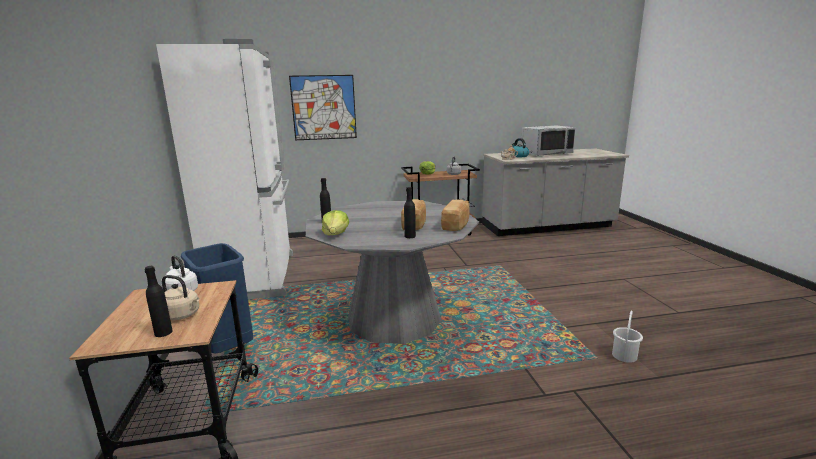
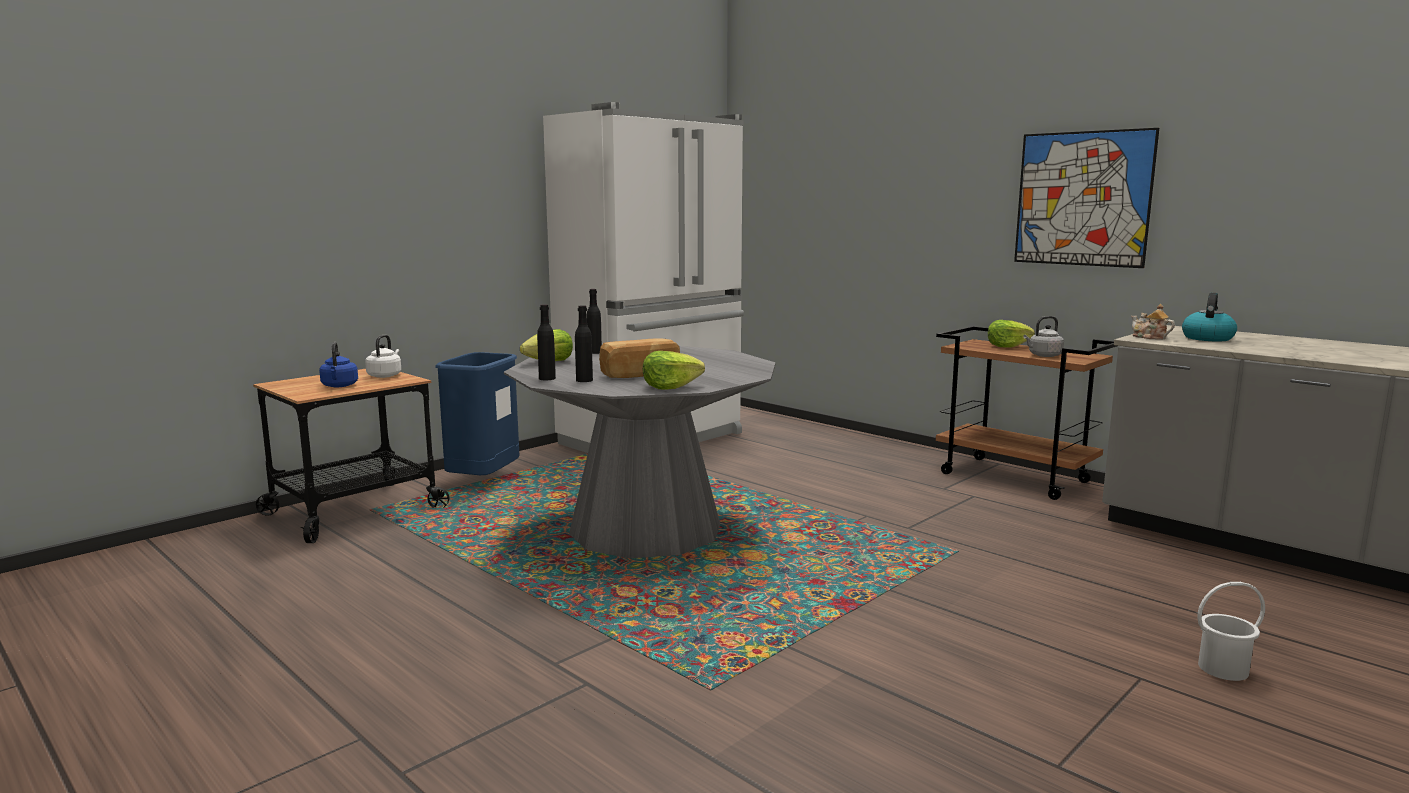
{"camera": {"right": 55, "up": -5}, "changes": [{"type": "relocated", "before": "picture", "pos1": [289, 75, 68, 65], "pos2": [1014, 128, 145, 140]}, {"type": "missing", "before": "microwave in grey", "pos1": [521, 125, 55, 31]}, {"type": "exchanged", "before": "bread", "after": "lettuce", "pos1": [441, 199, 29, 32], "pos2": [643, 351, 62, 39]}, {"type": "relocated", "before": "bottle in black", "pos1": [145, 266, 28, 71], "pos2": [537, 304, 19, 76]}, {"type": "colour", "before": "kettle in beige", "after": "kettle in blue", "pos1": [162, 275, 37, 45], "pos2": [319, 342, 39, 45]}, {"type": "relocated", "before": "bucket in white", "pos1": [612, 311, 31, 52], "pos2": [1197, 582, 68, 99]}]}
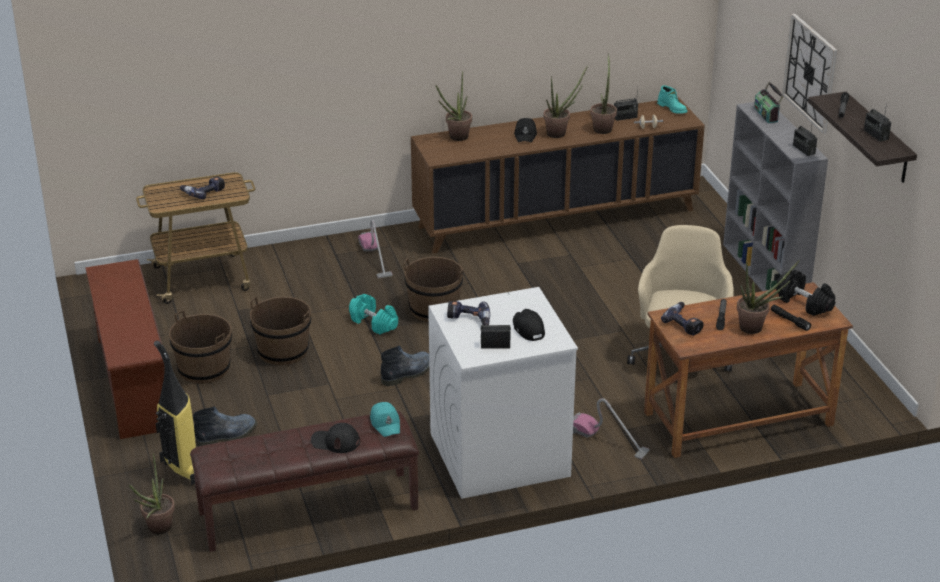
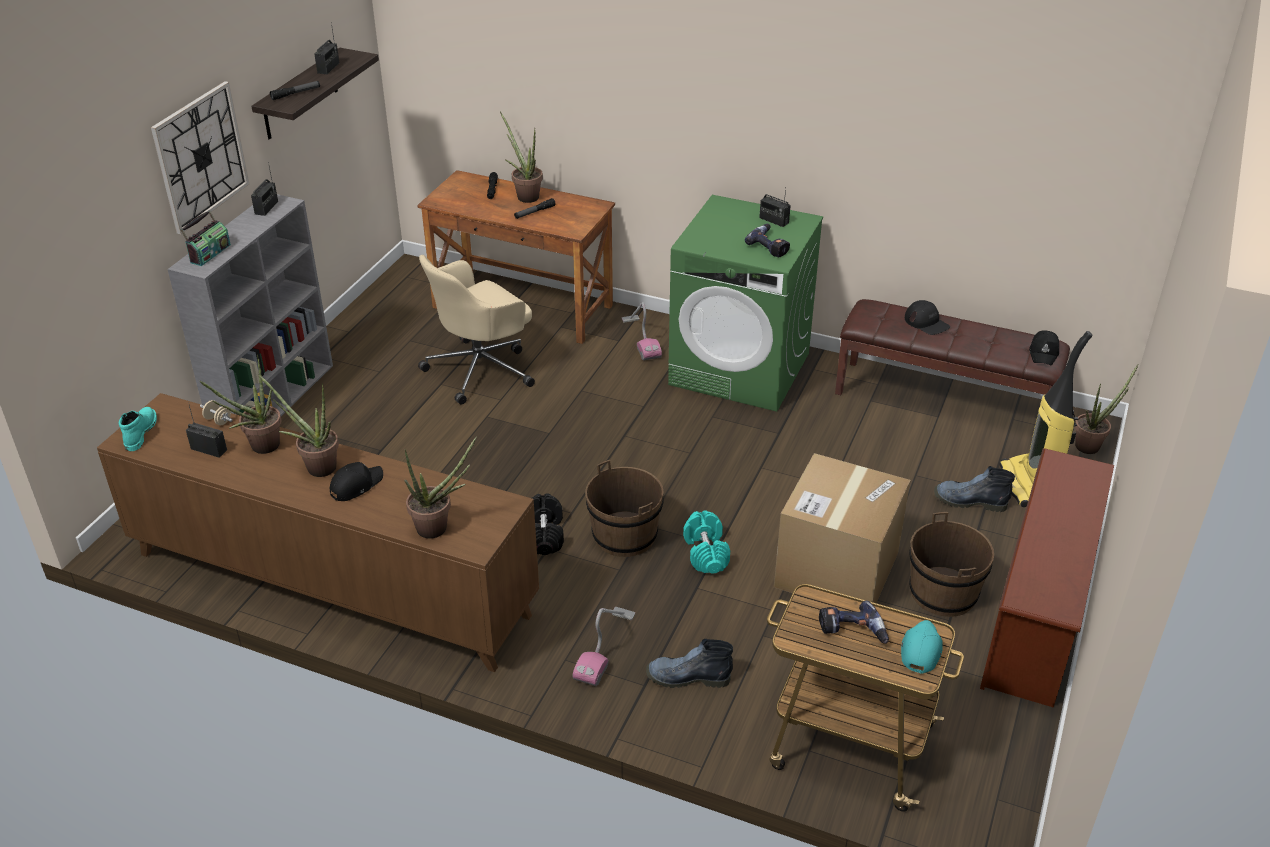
{"camera": {"right": -140, "up": 5}, "changes": [{"type": "relocated", "before": "dumbbell in black", "pos1": [776, 270, 59, 46], "pos2": [532, 493, 32, 62]}, {"type": "colour", "before": "washing machine in white", "after": "washing machine in green", "pos1": [428, 287, 150, 212], "pos2": [668, 195, 155, 217]}, {"type": "exchanged", "before": "bucket in brown", "after": "cardboard box", "pos1": [250, 296, 61, 69], "pos2": [774, 453, 136, 150]}, {"type": "missing", "before": "power drill", "pos1": [661, 302, 43, 34]}, {"type": "relocated", "before": "cap in black", "pos1": [513, 309, 32, 32], "pos2": [1029, 331, 30, 34]}, {"type": "relocated", "before": "boot", "pos1": [381, 346, 48, 40], "pos2": [646, 639, 87, 49]}, {"type": "relocated", "before": "cap in turquoise", "pos1": [370, 402, 30, 35], "pos2": [901, 620, 42, 54]}]}
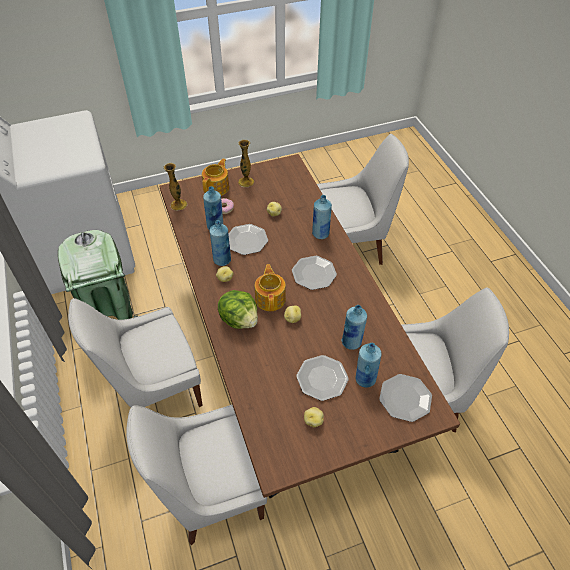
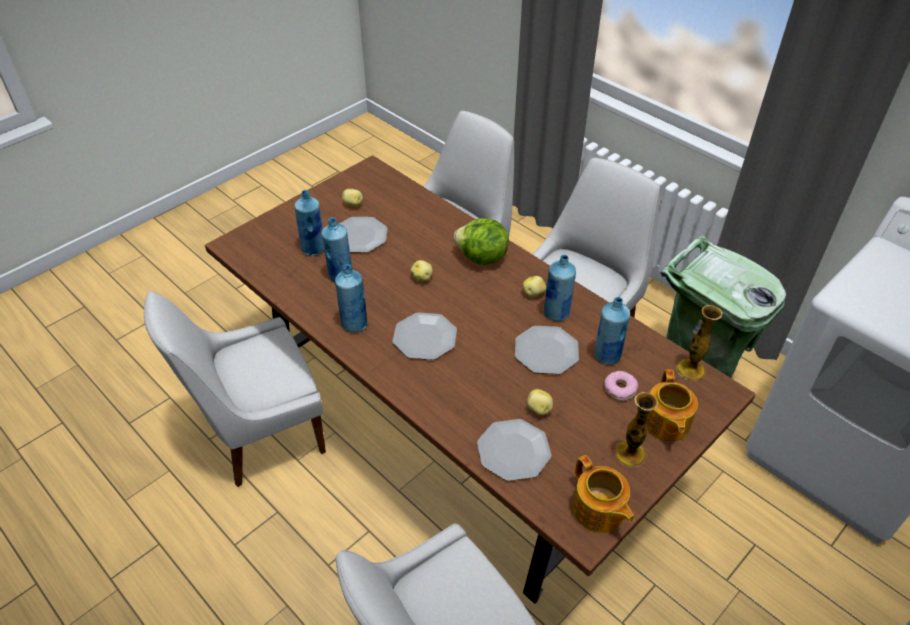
{"camera": {"right": 155, "up": -5}, "changes": [{"type": "relocated", "before": "bottle in blue", "pos1": [312, 195, 20, 44], "pos2": [335, 264, 33, 69]}, {"type": "relocated", "before": "teapot", "pos1": [255, 264, 31, 47], "pos2": [573, 455, 61, 78]}, {"type": "relocated", "before": "plate", "pos1": [379, 374, 53, 48], "pos2": [477, 419, 74, 62]}]}
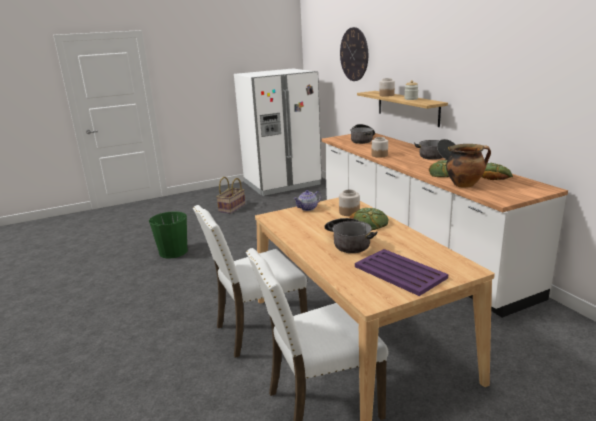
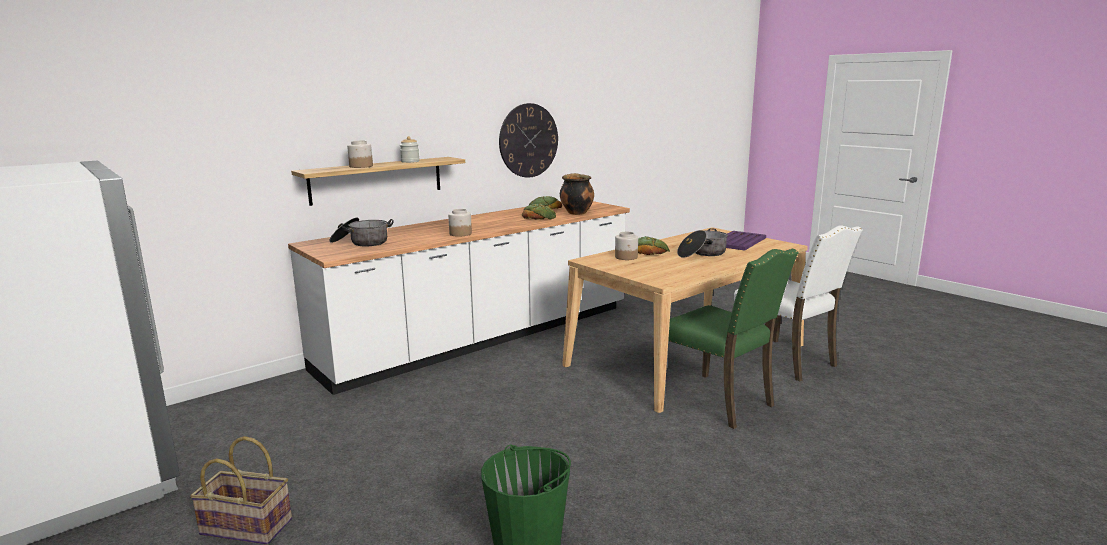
{"camera": {"right": -105, "up": -5}, "changes": [{"type": "relocated", "before": "wall clock", "pos1": [340, 27, 28, 54], "pos2": [499, 103, 59, 74]}, {"type": "missing", "before": "cooking pot", "pos1": [414, 139, 42, 21]}, {"type": "missing", "before": "teapot", "pos1": [293, 190, 28, 21]}, {"type": "colour", "before": "chair in white", "after": "chair in green", "pos1": [193, 205, 114, 153], "pos2": [668, 249, 131, 180]}]}
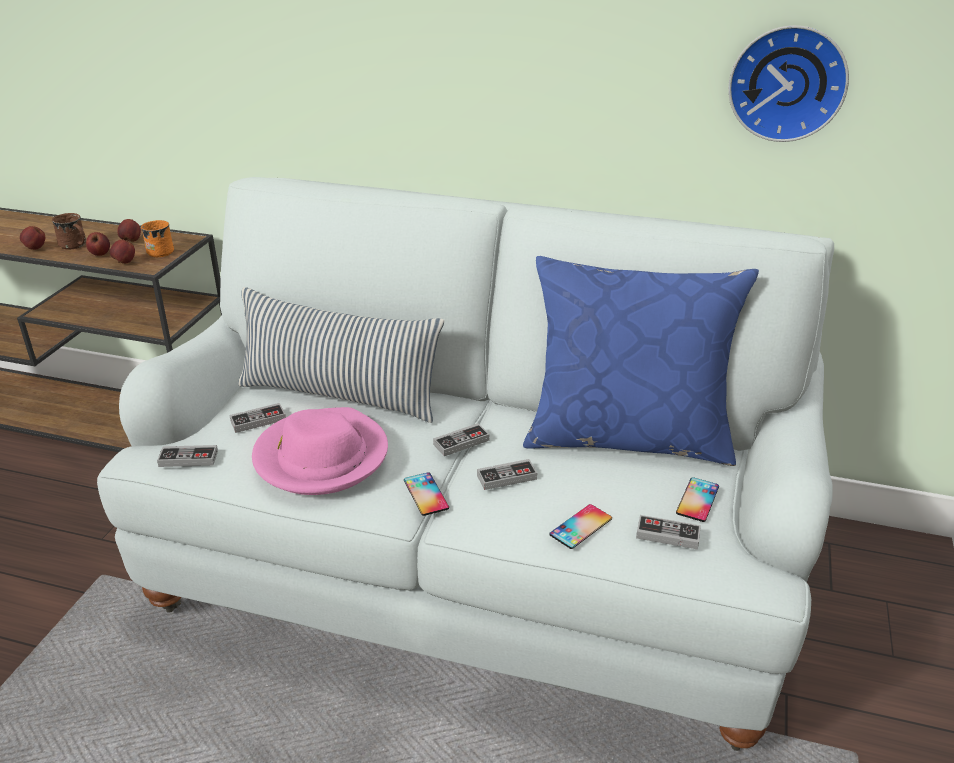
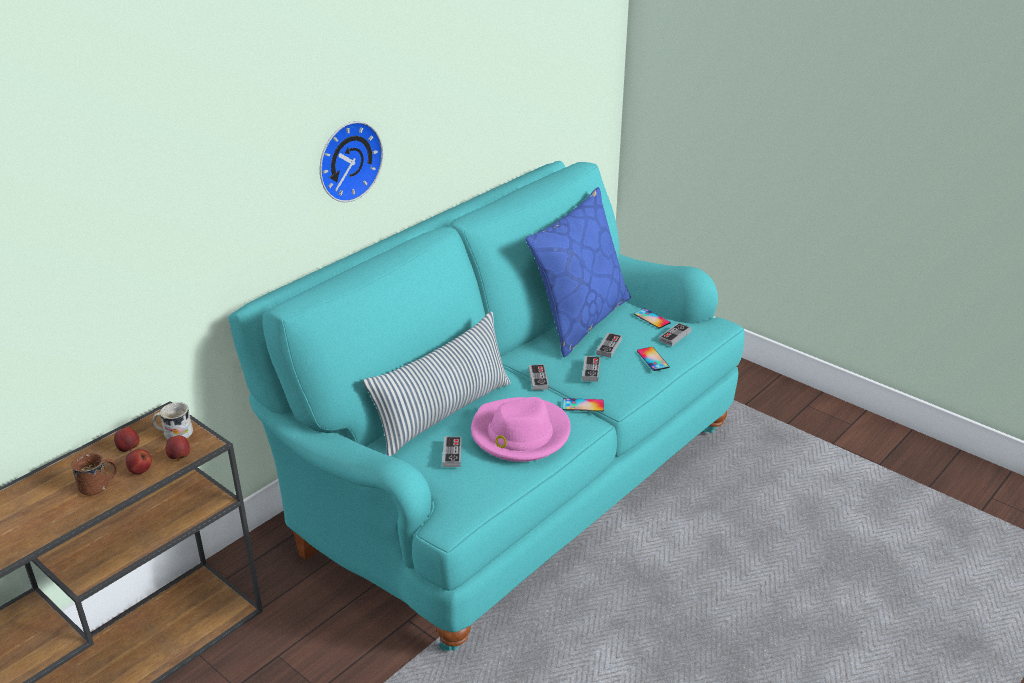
{"camera": {"right": -65, "up": 0}, "changes": [{"type": "relocated", "before": "wall clock", "pos1": [728, 25, 121, 117], "pos2": [320, 121, 63, 81]}, {"type": "colour", "before": "sofa in white", "after": "sofa in turquoise", "pos1": [97, 177, 737, 574], "pos2": [228, 161, 517, 490]}, {"type": "colour", "before": "mug in orange", "after": "mug in white", "pos1": [141, 220, 33, 37], "pos2": [153, 402, 40, 37]}, {"type": "missing", "before": "apple", "pos1": [20, 226, 25, 24]}, {"type": "relocated", "before": "game controller", "pos1": [157, 445, 61, 22], "pos2": [596, 333, 26, 25]}]}
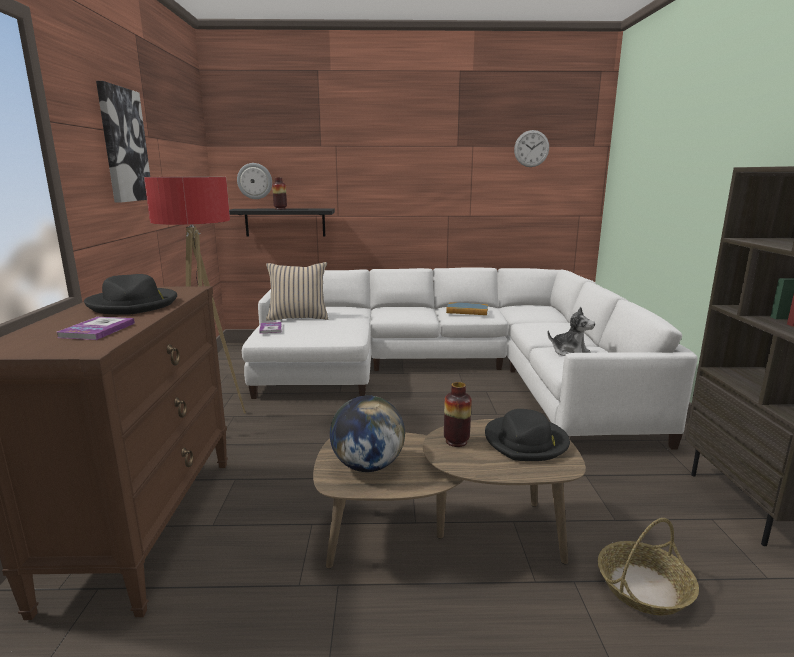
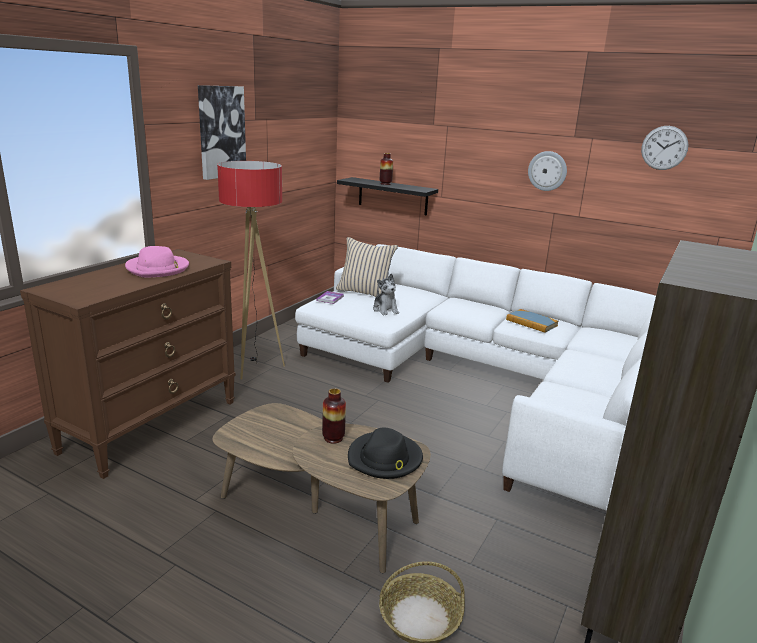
{"camera": {"right": 30, "up": 5}, "changes": [{"type": "relocated", "before": "wall clock", "pos1": [237, 163, 35, 36], "pos2": [528, 151, 39, 40]}, {"type": "colour", "before": "hat in black", "after": "hat in pink", "pos1": [84, 274, 93, 40], "pos2": [125, 246, 64, 32]}, {"type": "relocated", "before": "plush toy", "pos1": [548, 307, 47, 49], "pos2": [373, 274, 26, 41]}, {"type": "missing", "before": "book", "pos1": [57, 317, 78, 23]}, {"type": "missing", "before": "globe", "pos1": [330, 395, 75, 77]}]}
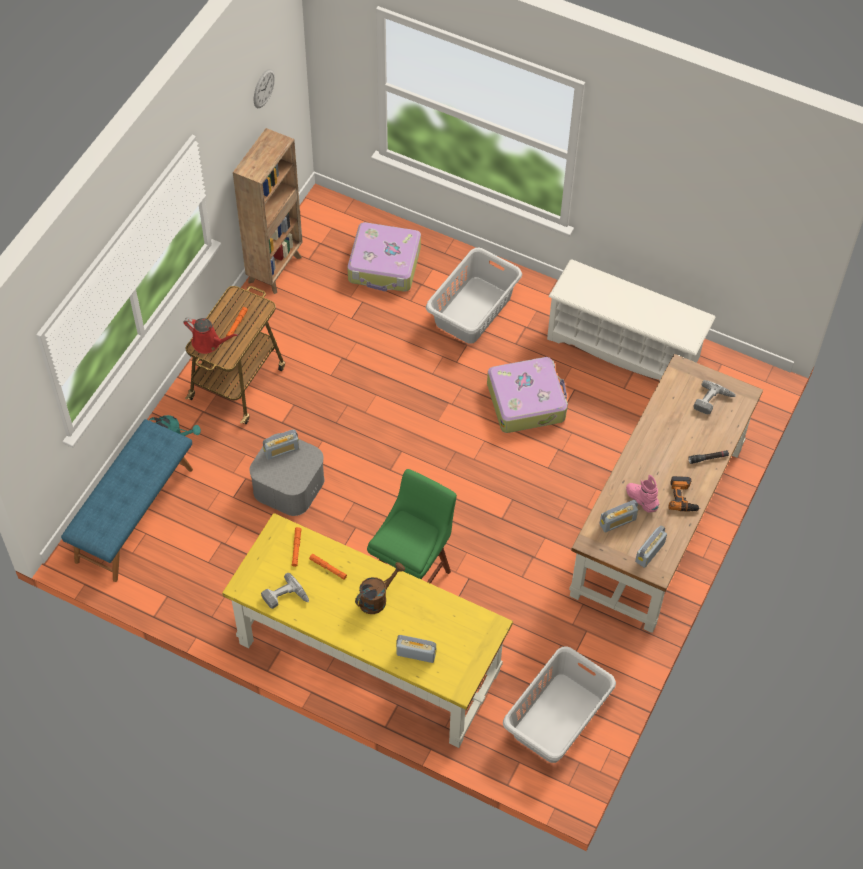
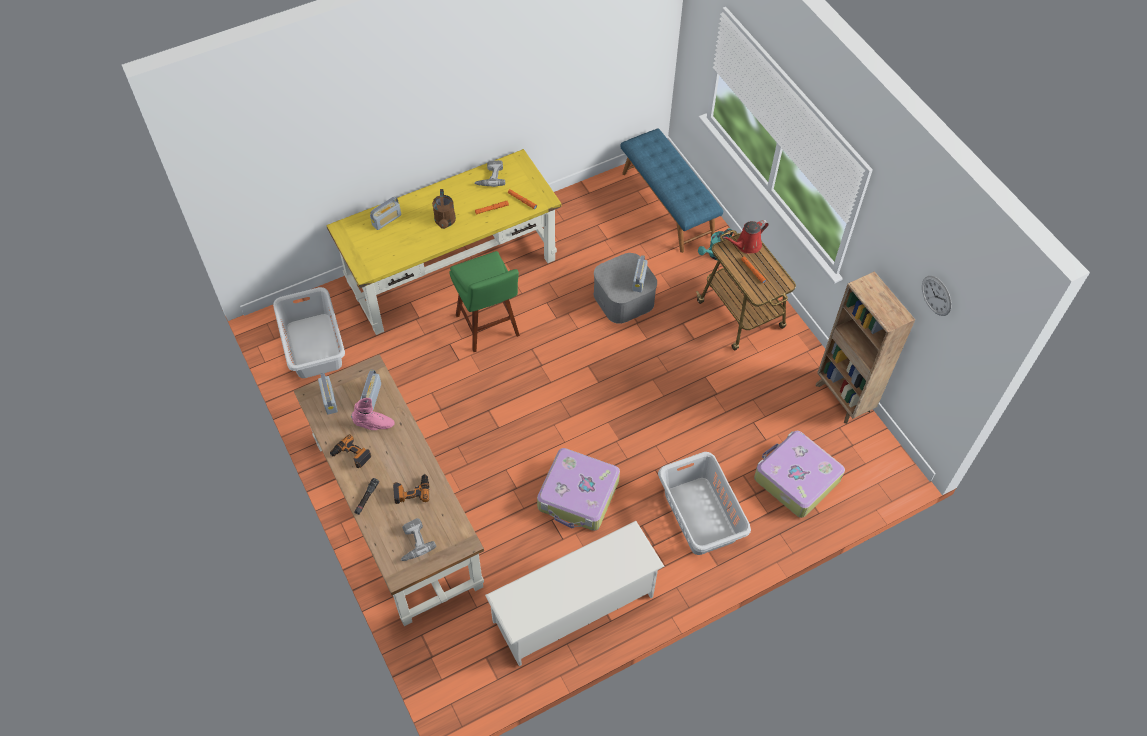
{"camera": {"right": 125, "up": 0}, "changes": [{"type": "appeared", "after": "power drill", "pos2": [393, 474, 36, 30]}]}
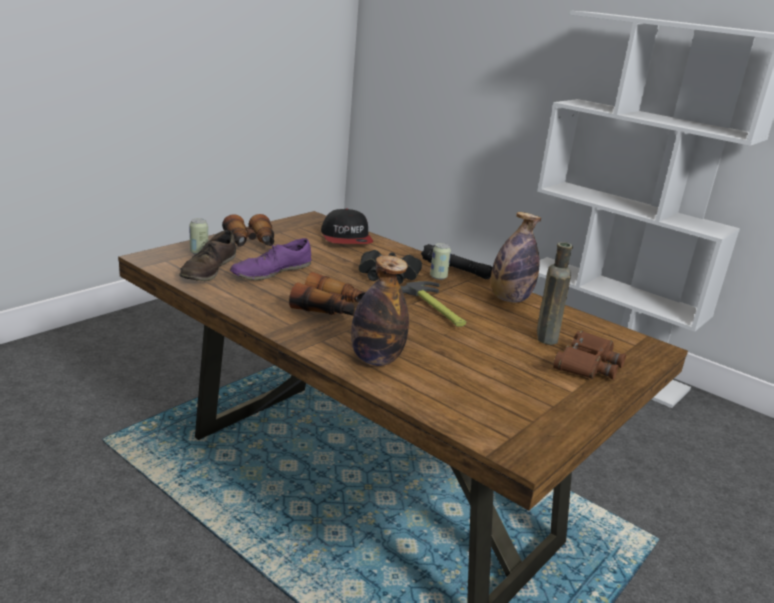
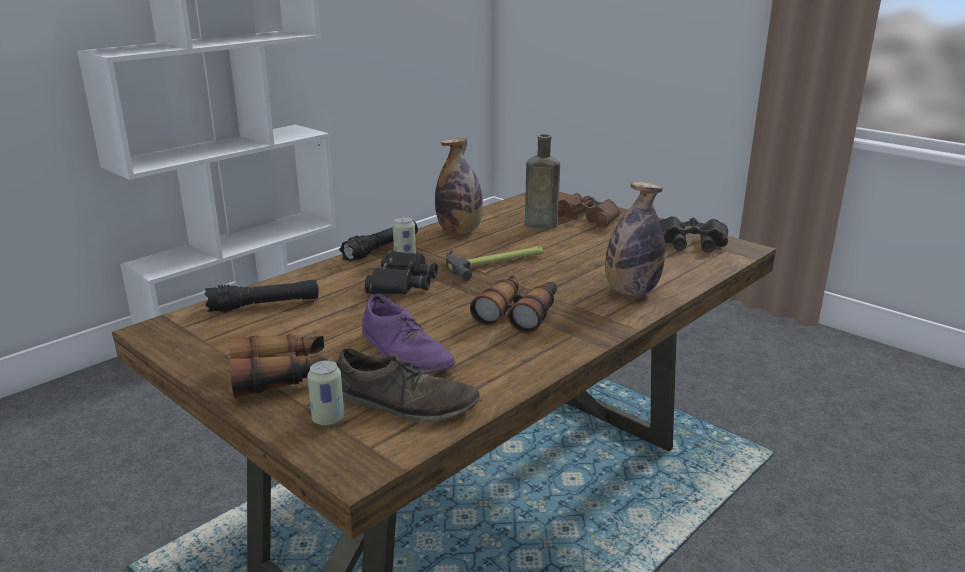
{"camera": {"right": -85, "up": 0}, "changes": [{"type": "exchanged", "before": "cap", "after": "flashlight in black", "pos1": [321, 208, 52, 36], "pos2": [205, 279, 114, 33]}, {"type": "appeared", "after": "binoculars in black", "pos2": [660, 216, 68, 37]}]}
